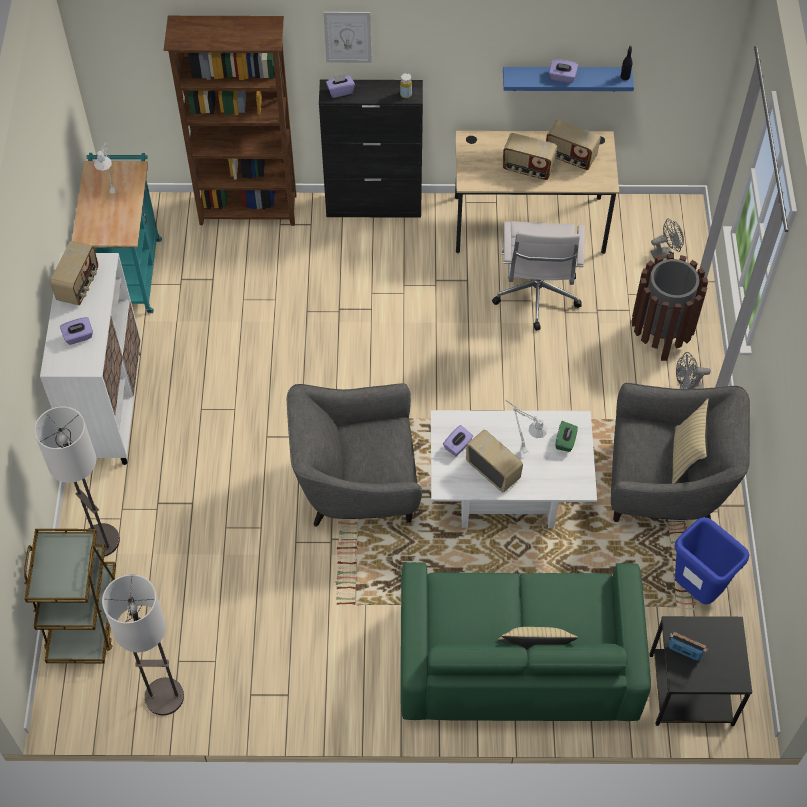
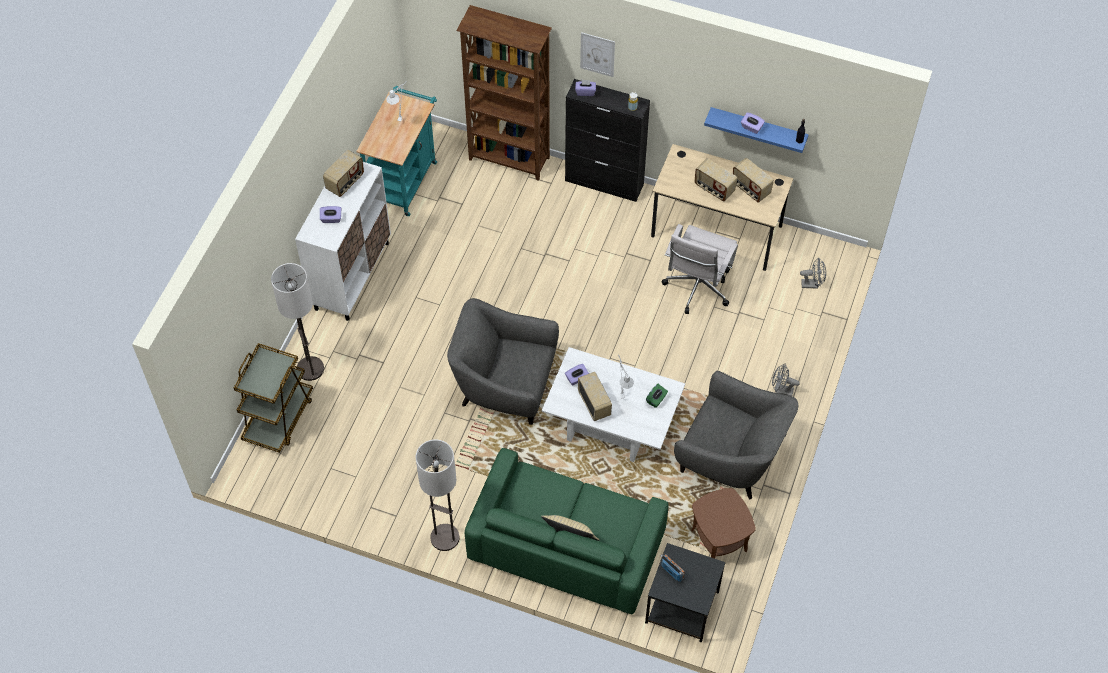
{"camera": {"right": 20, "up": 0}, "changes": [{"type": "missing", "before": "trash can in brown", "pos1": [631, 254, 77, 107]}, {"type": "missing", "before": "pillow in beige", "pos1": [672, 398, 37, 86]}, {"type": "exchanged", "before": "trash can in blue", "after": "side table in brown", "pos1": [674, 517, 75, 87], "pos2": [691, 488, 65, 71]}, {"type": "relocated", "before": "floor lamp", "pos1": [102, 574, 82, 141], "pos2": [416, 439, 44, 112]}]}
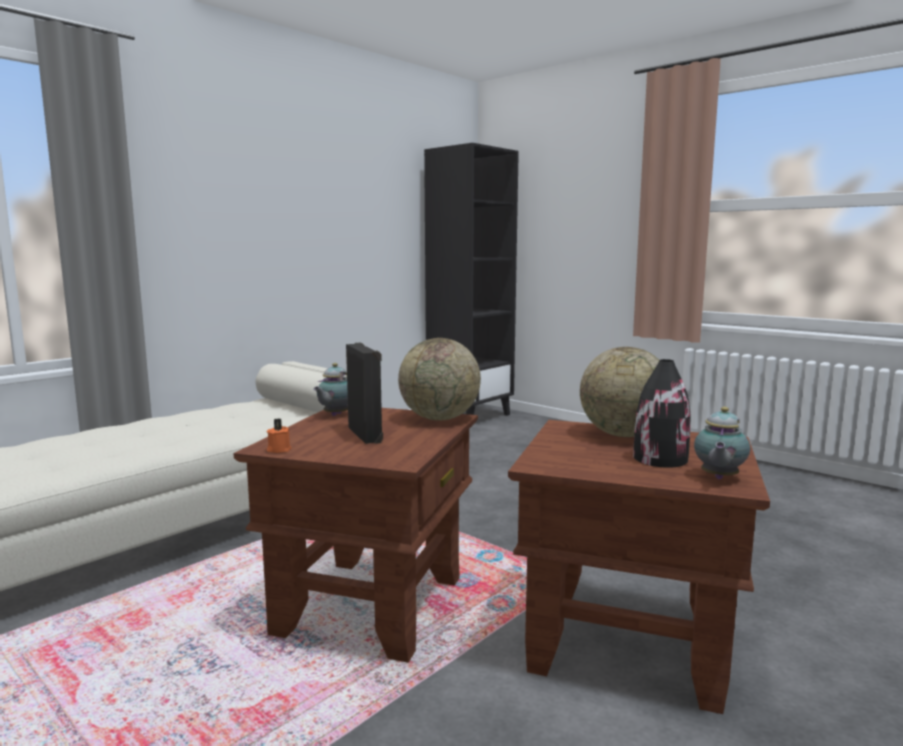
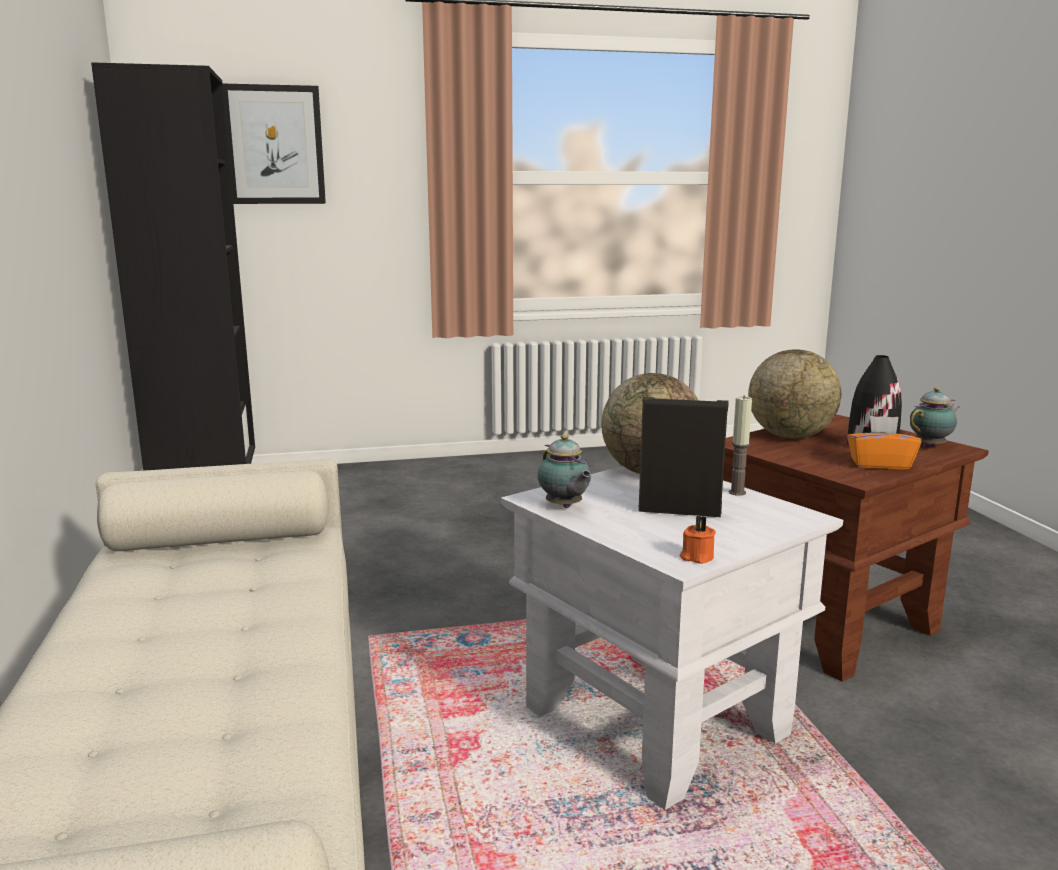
{"camera": {"right": -55, "up": 5}, "changes": [{"type": "spun", "before": "teapot", "pos1": [694, 407, 56, 72], "pos2": [910, 387, 50, 60], "turn": -90}, {"type": "colour", "before": "side table in brown", "after": "side table in white", "pos1": [233, 408, 245, 255], "pos2": [501, 466, 342, 344]}, {"type": "appeared", "after": "picture", "pos2": [223, 84, 103, 120]}, {"type": "appeared", "after": "candle", "pos2": [729, 395, 23, 101]}, {"type": "appeared", "after": "tissue box in orange", "pos2": [847, 416, 74, 54]}]}
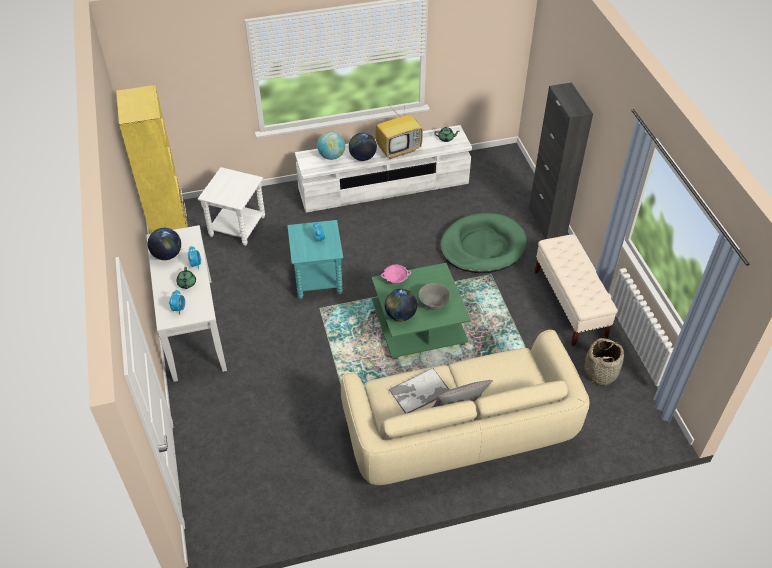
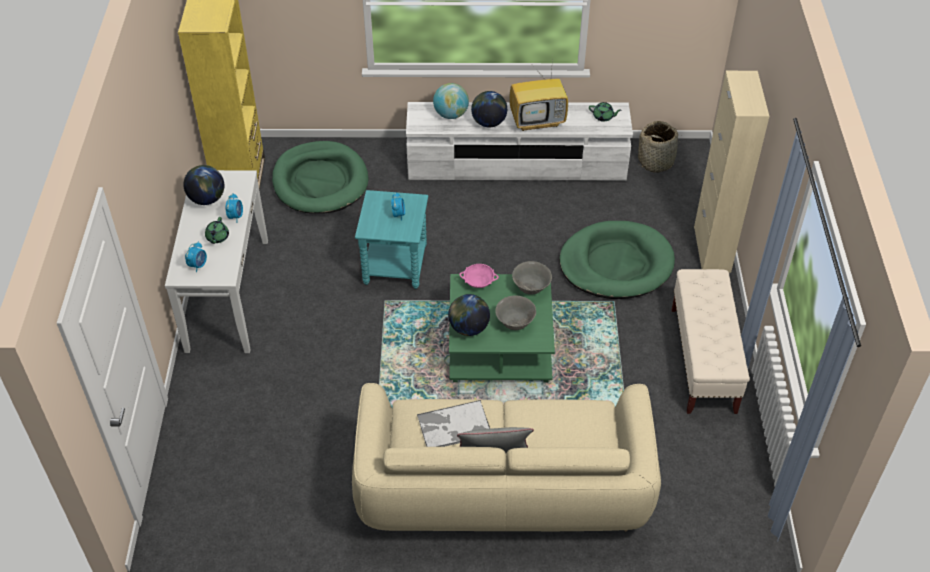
{"camera": {"right": 15, "up": 0}, "changes": [{"type": "colour", "before": "cabinet in black", "after": "cabinet in beige", "pos1": [529, 82, 64, 157], "pos2": [694, 71, 75, 202]}, {"type": "exchanged", "before": "side table in white", "after": "dog bed in green", "pos1": [198, 167, 67, 79], "pos2": [272, 141, 97, 73]}, {"type": "relocated", "before": "basket", "pos1": [584, 338, 40, 48], "pos2": [638, 121, 43, 52]}, {"type": "appeared", "after": "bowl in grey", "pos2": [512, 261, 40, 34]}]}
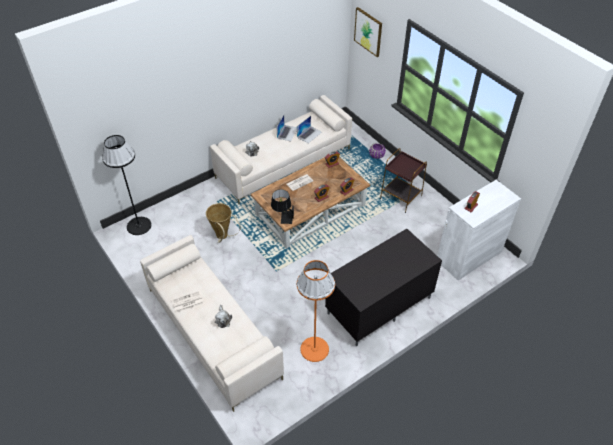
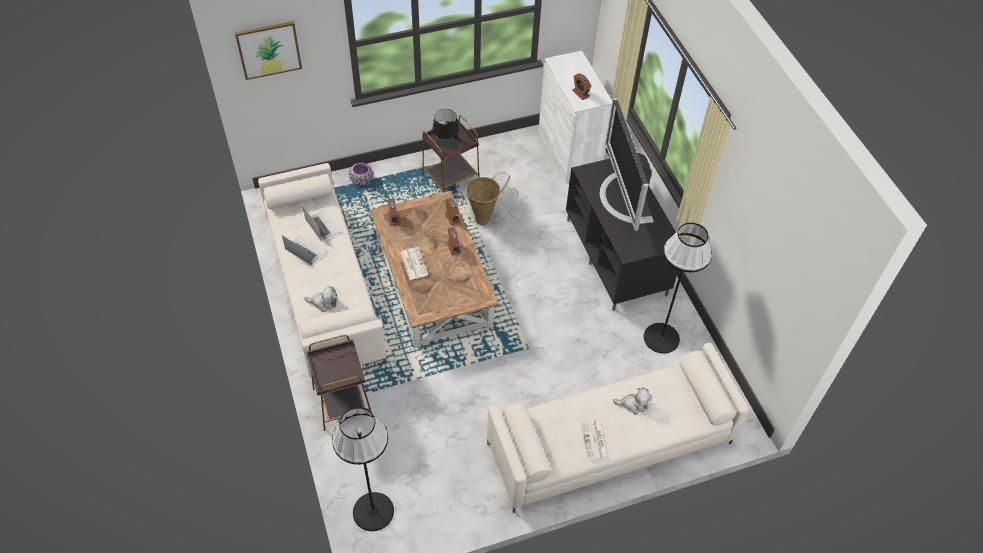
{"camera": {"right": -75, "up": 5}, "changes": [{"type": "relocated", "before": "table lamp in black", "pos1": [271, 189, 23, 35], "pos2": [432, 109, 29, 41]}, {"type": "relocated", "before": "basket", "pos1": [206, 203, 35, 40], "pos2": [466, 172, 52, 53]}, {"type": "colour", "before": "floor lamp in orange", "after": "floor lamp in black", "pos1": [297, 260, 38, 102], "pos2": [644, 223, 68, 130]}, {"type": "appeared", "after": "television", "pos2": [600, 98, 54, 133]}, {"type": "appeared", "after": "side table in brown", "pos2": [306, 335, 66, 96]}]}
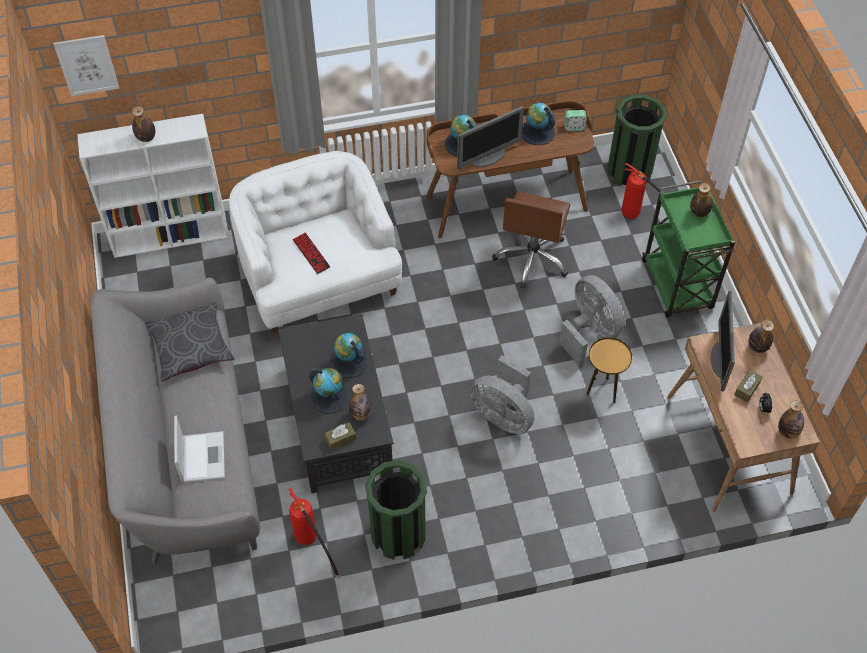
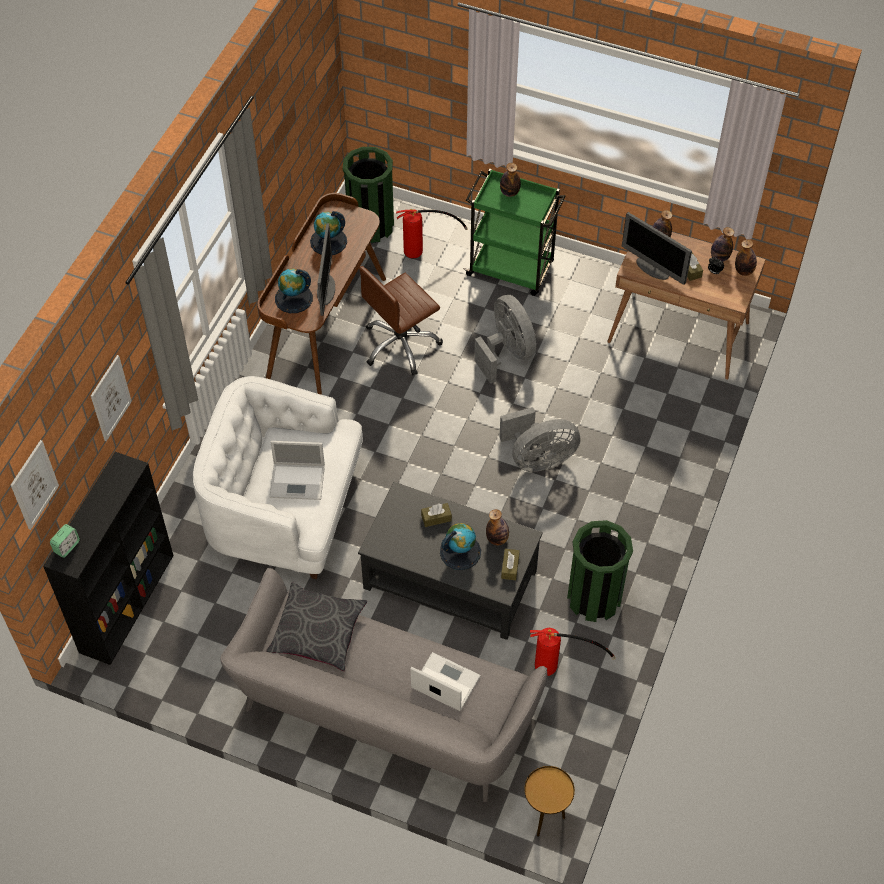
{"camera": {"right": -55, "up": 0}, "changes": [{"type": "relocated", "before": "bottle", "pos1": [132, 106, 23, 36], "pos2": [711, 227, 23, 35]}, {"type": "relocated", "before": "alarm clock", "pos1": [564, 110, 23, 21], "pos2": [50, 524, 30, 34]}, {"type": "colour", "before": "bookcase in white", "after": "bookcase in black", "pos1": [77, 114, 152, 144], "pos2": [43, 452, 131, 213]}, {"type": "spun", "before": "office chair in brown", "pos1": [492, 191, 78, 98], "pos2": [359, 266, 84, 109], "turn": 90}, {"type": "exchanged", "before": "keyboard", "after": "laptop", "pos1": [293, 233, 37, 41], "pos2": [270, 441, 55, 59]}, {"type": "spun", "before": "fan in grey", "pos1": [559, 275, 66, 91], "pos2": [474, 295, 62, 89], "turn": 60}, {"type": "exchanged", "before": "globe", "after": "tissue box in brown", "pos1": [330, 333, 39, 45], "pos2": [421, 503, 31, 24]}, {"type": "relocated", "before": "side table in brown", "pos1": [586, 337, 46, 66], "pos2": [524, 766, 51, 71]}, {"type": "appeared", "after": "picture", "pos2": [91, 355, 41, 86]}]}
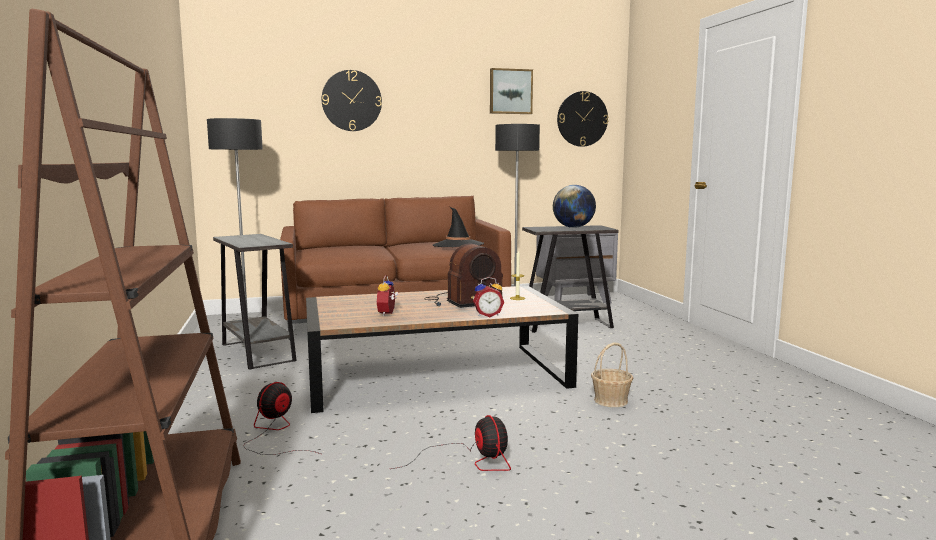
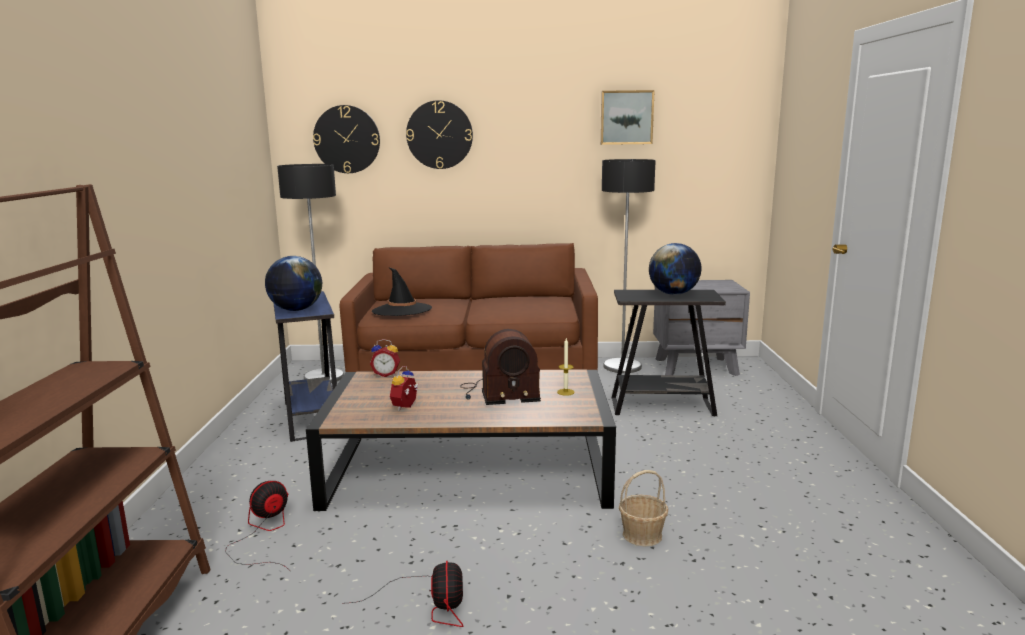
{"camera": {"right": 15, "up": 5}, "changes": [{"type": "relocated", "before": "wall clock", "pos1": [557, 91, 51, 56], "pos2": [313, 105, 67, 68]}, {"type": "relocated", "before": "hat in black", "pos1": [432, 207, 52, 40], "pos2": [372, 267, 60, 49]}, {"type": "colour", "before": "side table in grey", "after": "side table in blue", "pos1": [213, 234, 84, 136], "pos2": [273, 291, 64, 151]}, {"type": "relocated", "before": "alarm clock", "pos1": [473, 277, 31, 40], "pos2": [370, 339, 30, 38]}, {"type": "appeared", "after": "globe", "pos2": [265, 256, 57, 55]}]}
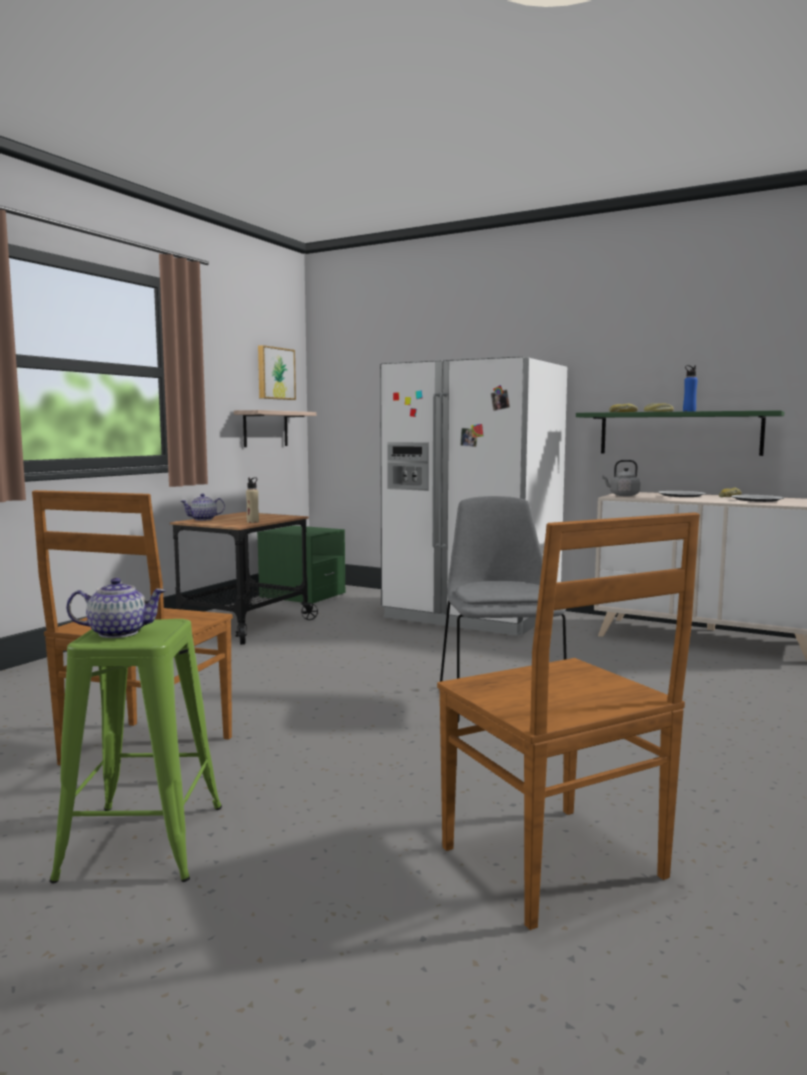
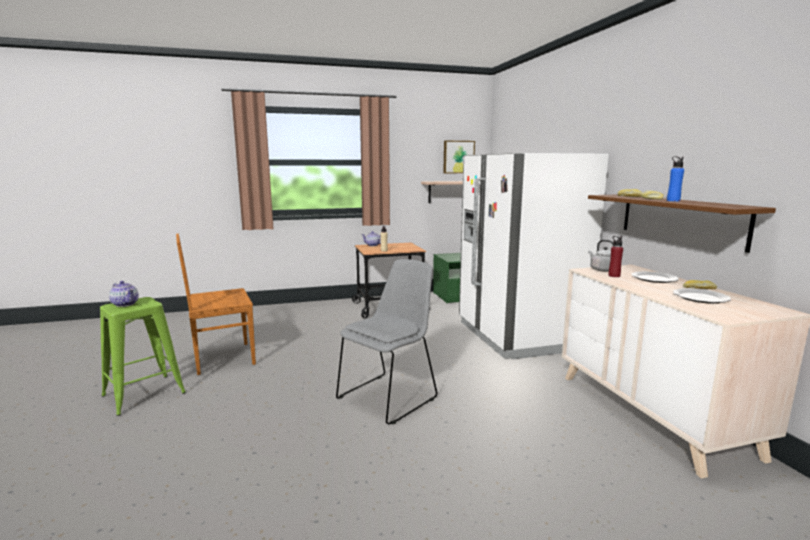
{"camera": {"right": 45, "up": 5}, "changes": [{"type": "colour", "before": "shelf in green", "after": "shelf in brown", "pos1": [576, 410, 208, 46], "pos2": [588, 194, 188, 59]}, {"type": "missing", "before": "chair in brown", "pos1": [437, 512, 263, 418]}, {"type": "appeared", "after": "bottle in red", "pos2": [608, 236, 15, 41]}]}
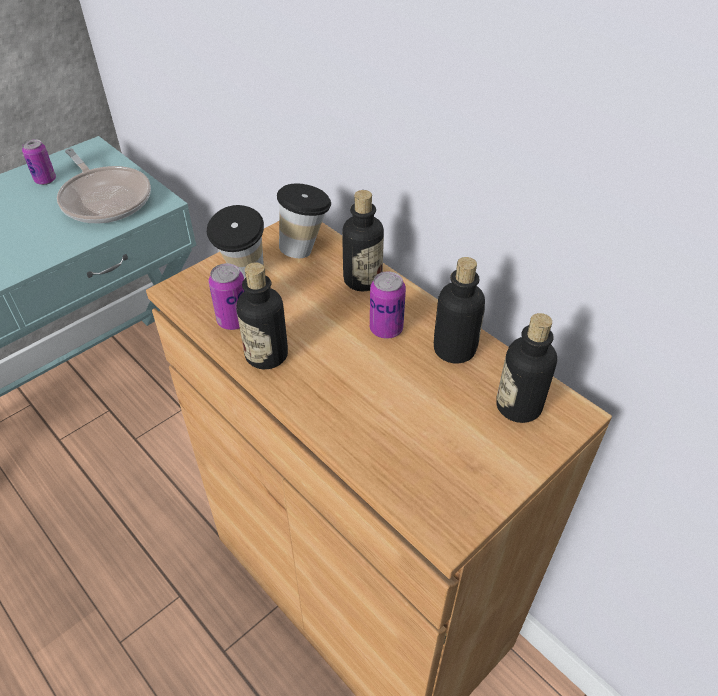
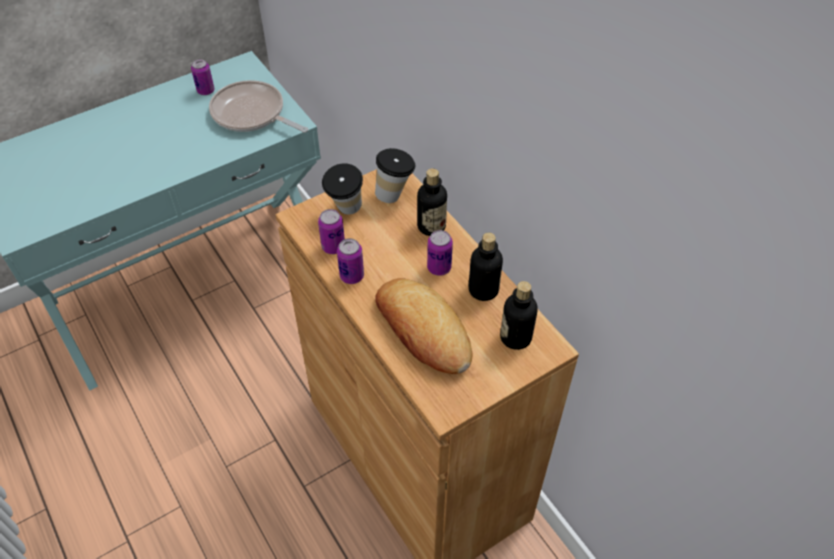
{"camera": {"right": 10, "up": 5}, "changes": [{"type": "spun", "before": "frying pan", "pos1": [57, 148, 94, 75], "pos2": [209, 80, 99, 53], "turn": 150}, {"type": "exchanged", "before": "bottle", "after": "can", "pos1": [236, 263, 52, 106], "pos2": [337, 238, 27, 46]}, {"type": "appeared", "after": "bread", "pos2": [375, 278, 97, 96]}]}
